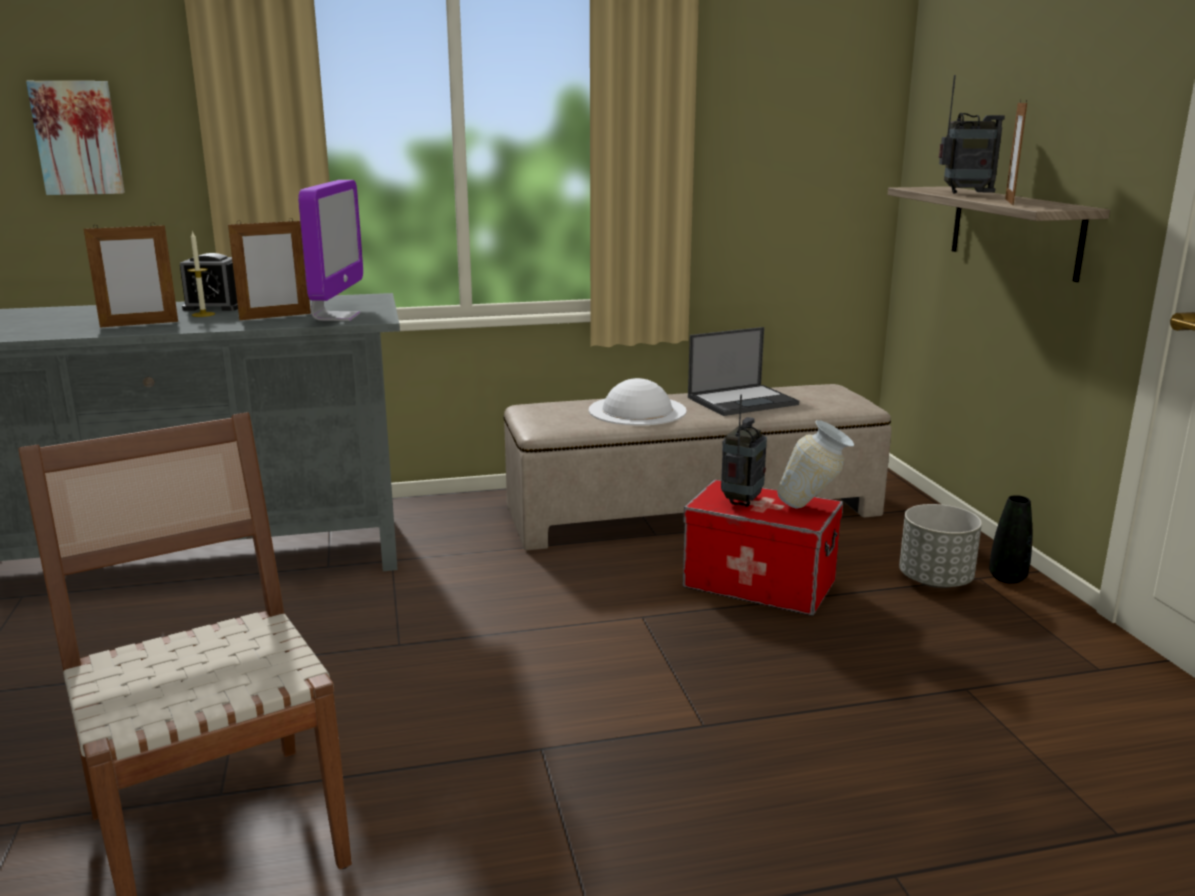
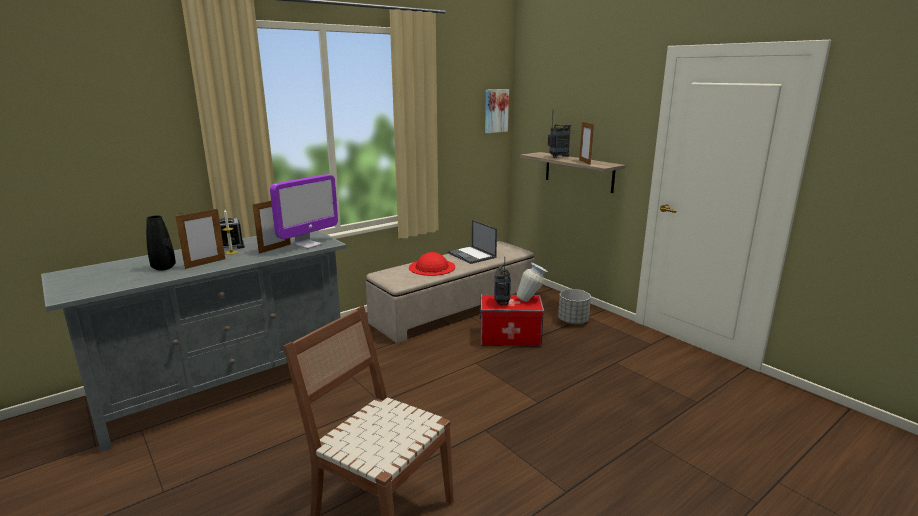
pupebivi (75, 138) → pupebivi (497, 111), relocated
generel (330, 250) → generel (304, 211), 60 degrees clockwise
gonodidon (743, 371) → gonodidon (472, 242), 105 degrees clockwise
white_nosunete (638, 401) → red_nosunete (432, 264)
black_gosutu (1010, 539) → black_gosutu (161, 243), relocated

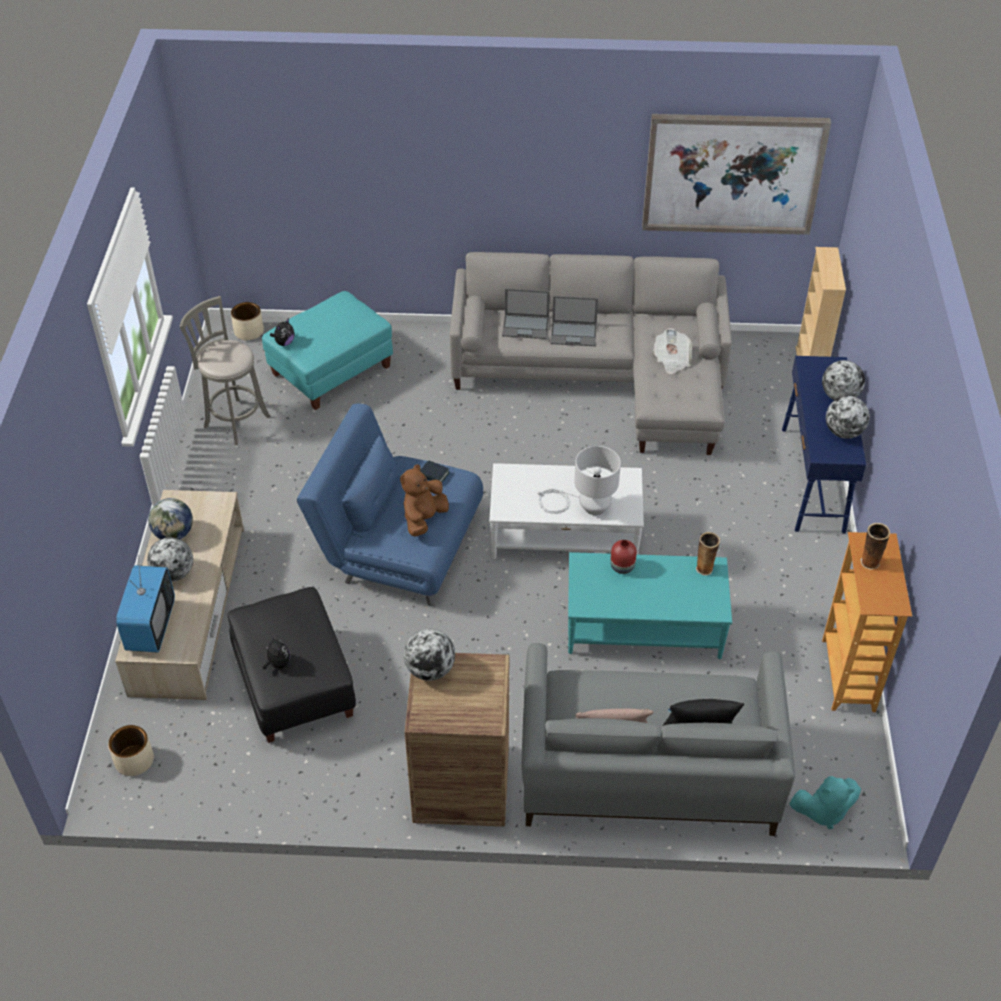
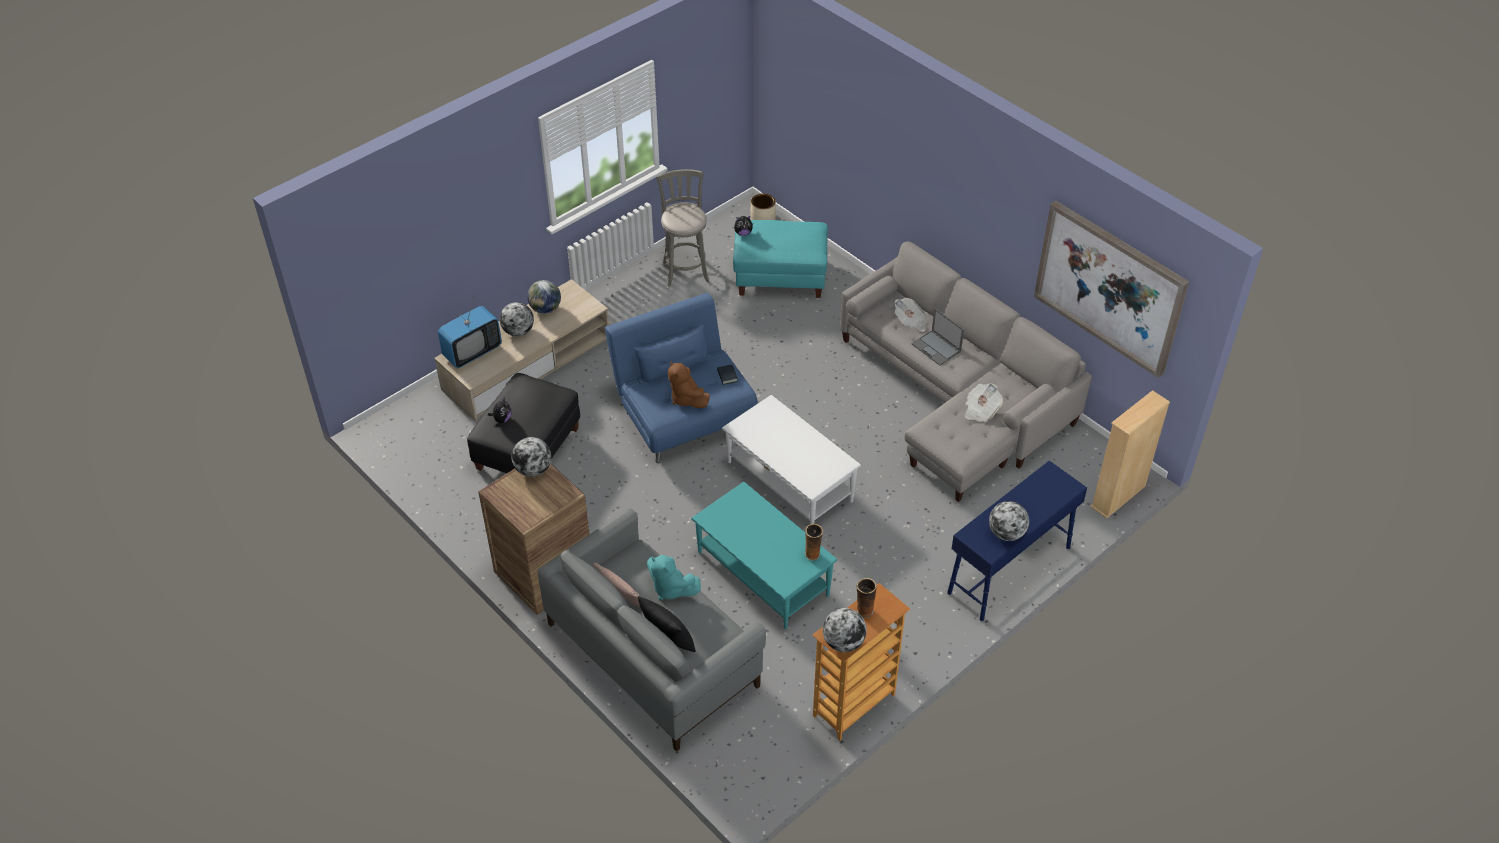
gonodidon (526, 313) → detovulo (911, 315)
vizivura (843, 380) → vizivura (845, 630), relocated
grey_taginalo (579, 480) → -
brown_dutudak (424, 500) → brown_dutudak (689, 384), 105 degrees counterclockwise
red_gosutu (623, 557) → -
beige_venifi (131, 750) → -
turquoise_dutudak (825, 802) → turquoise_dutudak (674, 577), relocated

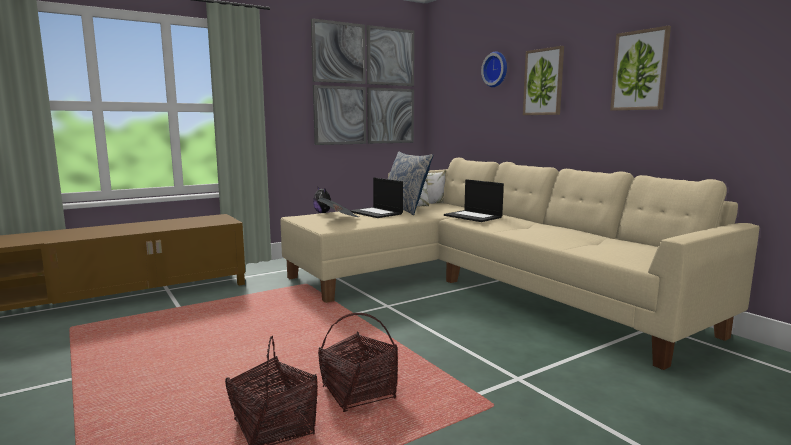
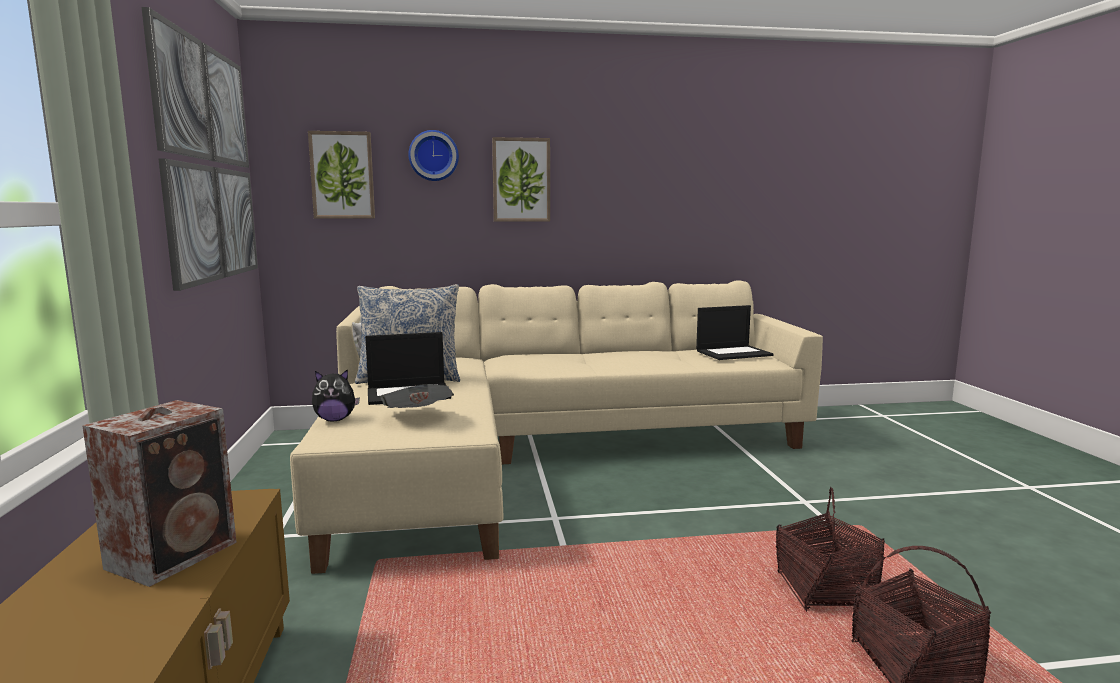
pupebivi (640, 68) → pupebivi (341, 174), relocated
gonodidon (474, 200) → gonodidon (735, 332), relocated
- → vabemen (159, 493)

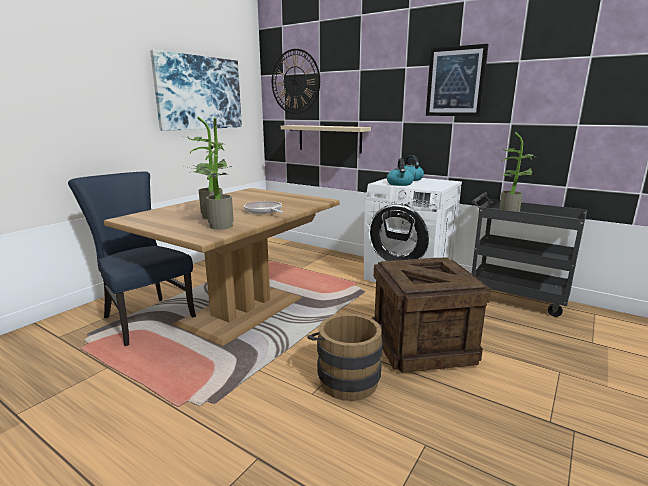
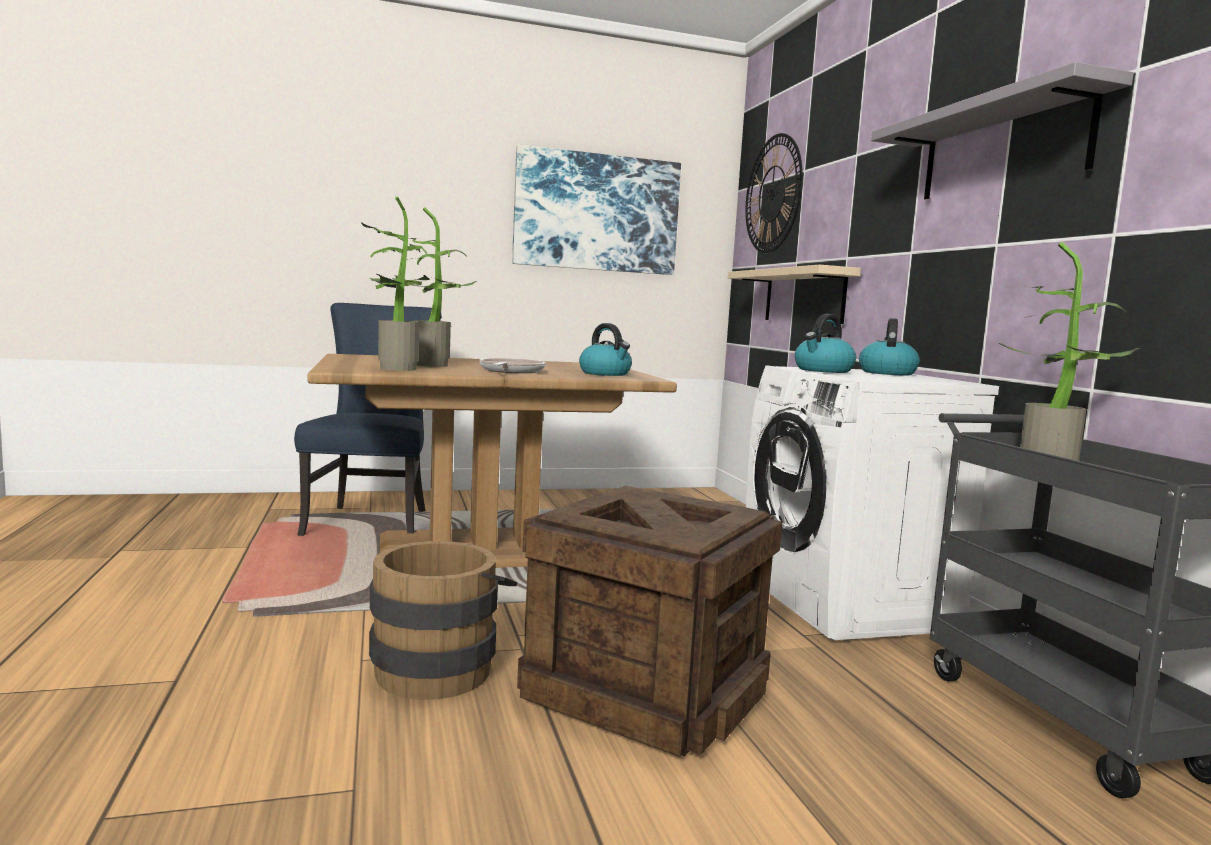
pupebivi (457, 80) → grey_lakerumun (1002, 131)
- → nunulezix (605, 349)

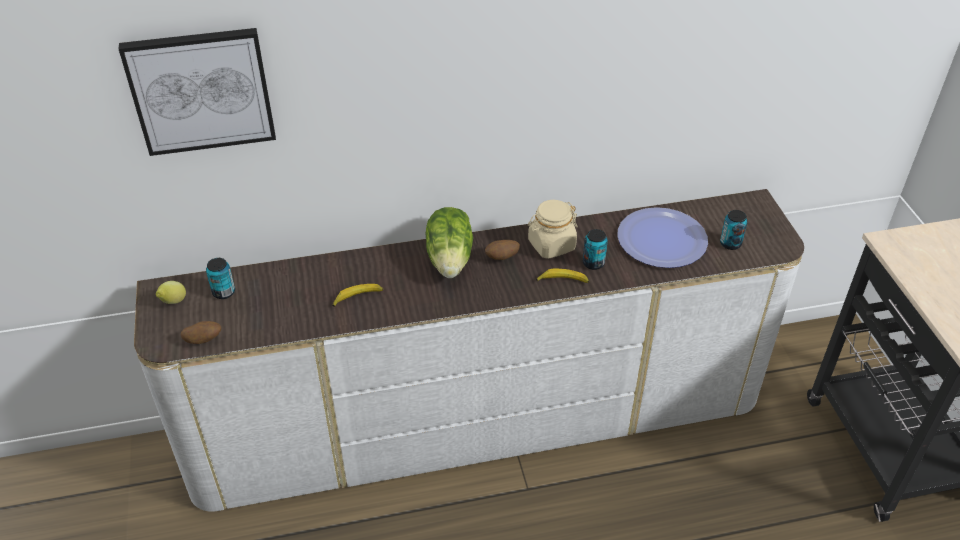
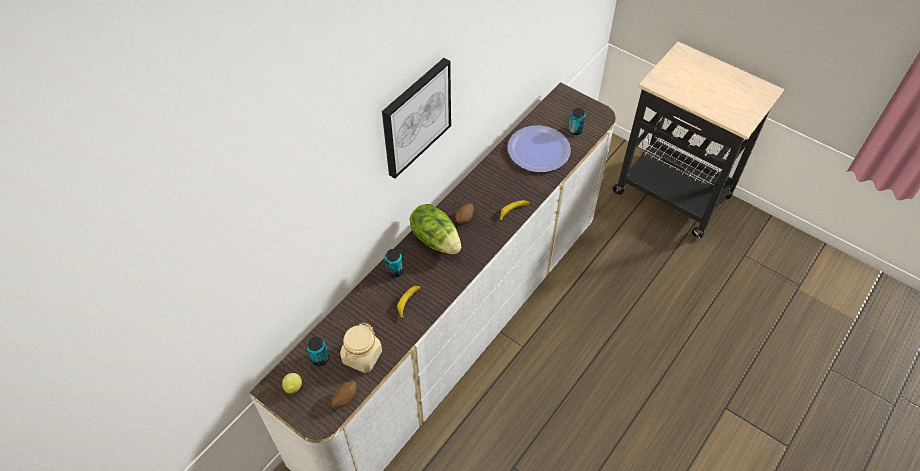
pupebivi (197, 92) → pupebivi (416, 118), relocated
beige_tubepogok (552, 229) → beige_tubepogok (361, 348), relocated
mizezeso (595, 249) → mizezeso (393, 263), relocated

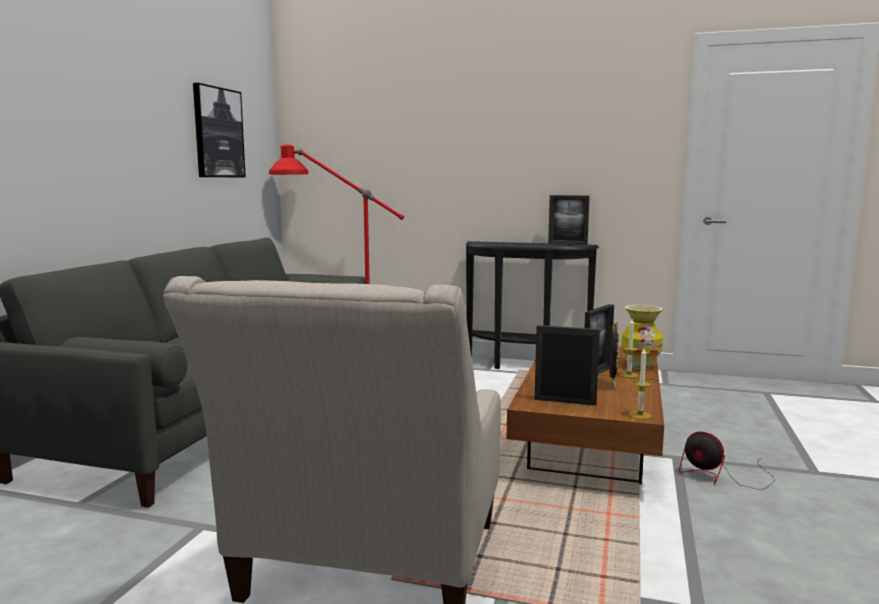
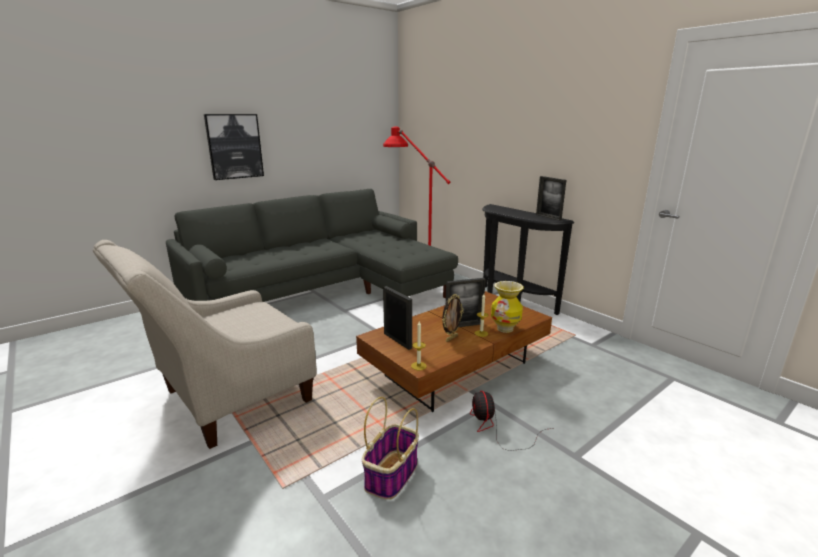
pupebivi (219, 130) → pupebivi (234, 147), relocated
- → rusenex (390, 448)

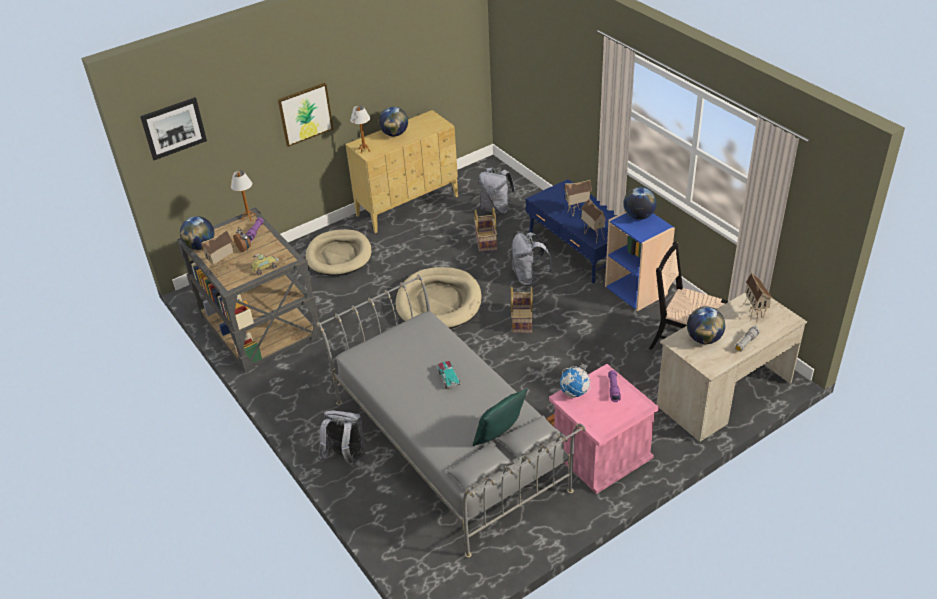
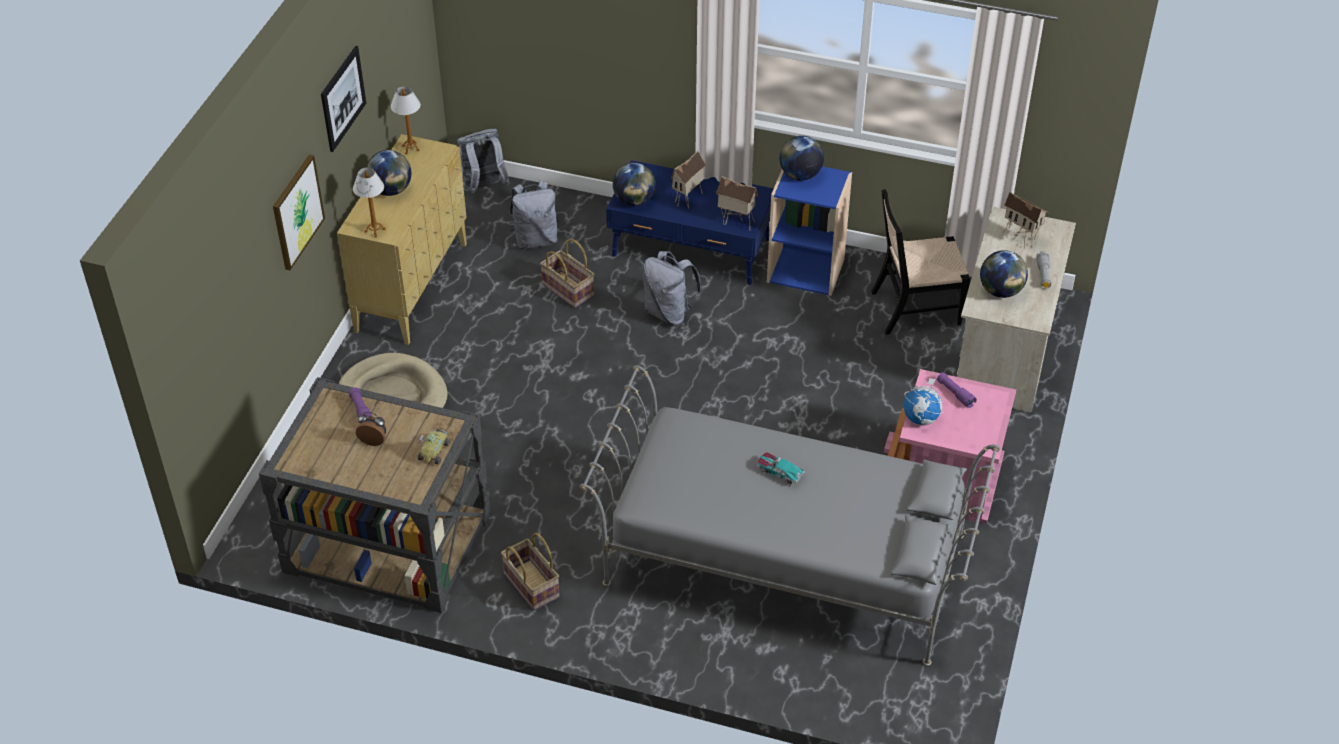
pupebivi (173, 128) → pupebivi (343, 99), relocated
taginalo (243, 196) → taginalo (406, 120), relocated
vizivura (197, 233) → vizivura (634, 184), relocated
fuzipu (219, 252) → -
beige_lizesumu (439, 298) → -
rusenex (522, 310) → rusenex (530, 571), relocated
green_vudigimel (500, 417) → -
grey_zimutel (342, 438) → grey_zimutel (483, 161), relocated

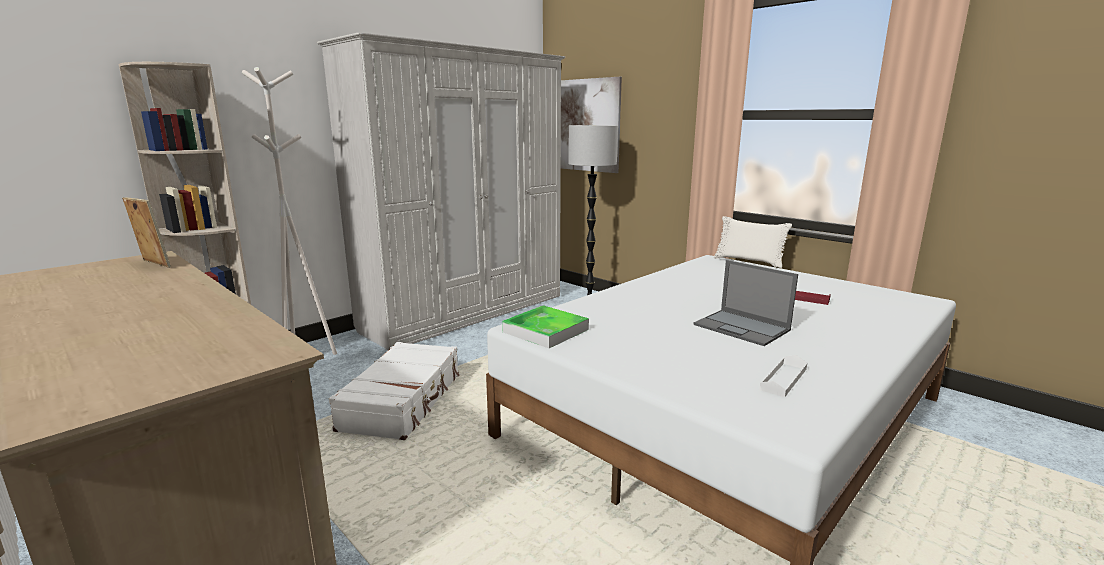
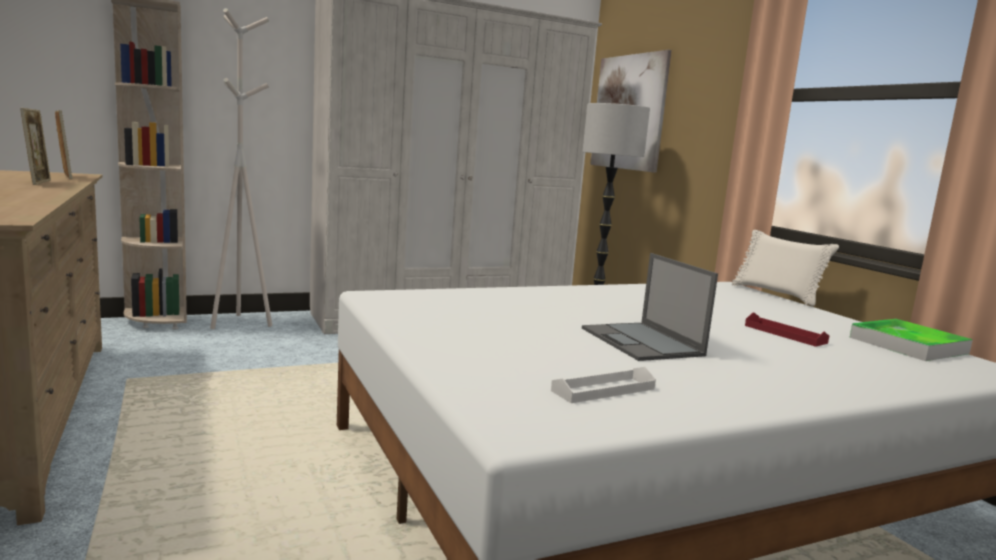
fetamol (545, 326) → fetamol (911, 340), relocated
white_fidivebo (394, 391) → -
- → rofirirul (35, 146)

